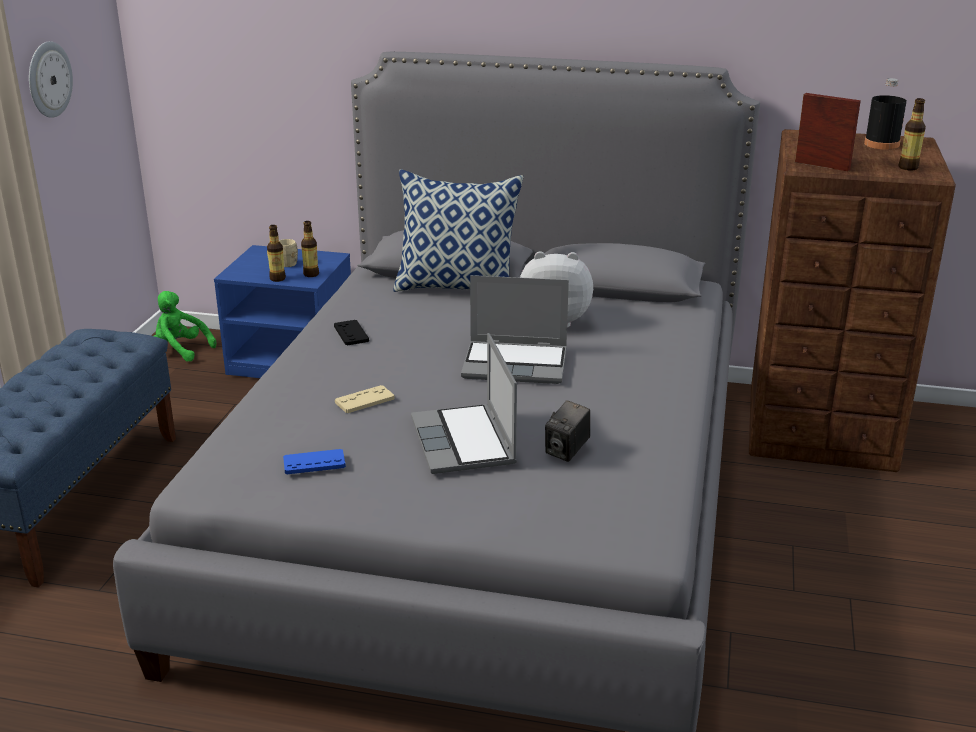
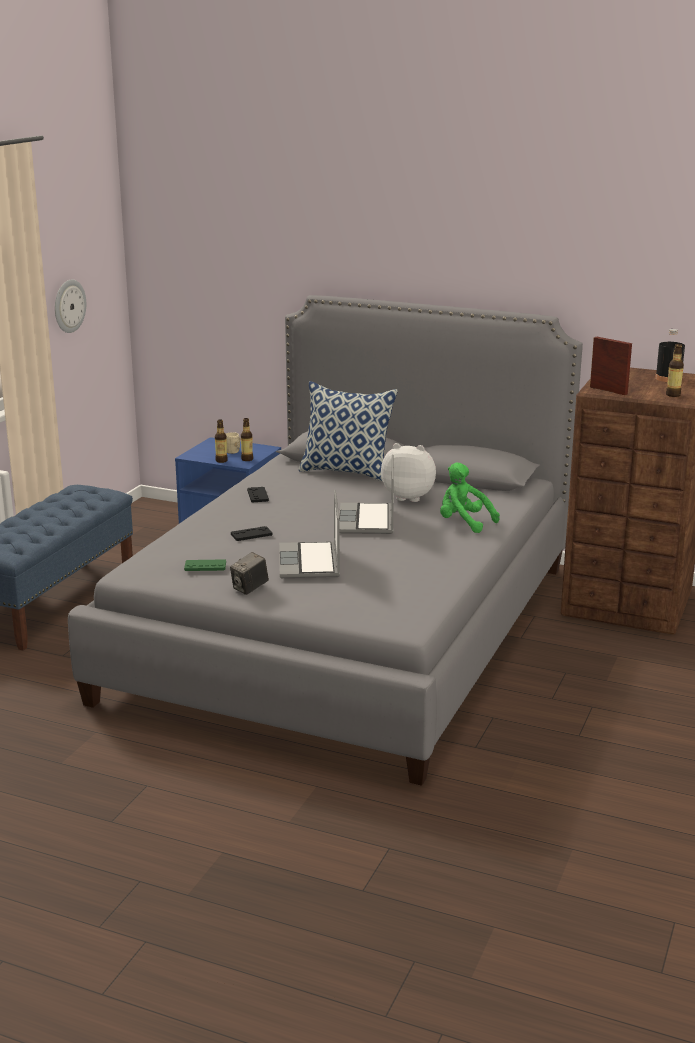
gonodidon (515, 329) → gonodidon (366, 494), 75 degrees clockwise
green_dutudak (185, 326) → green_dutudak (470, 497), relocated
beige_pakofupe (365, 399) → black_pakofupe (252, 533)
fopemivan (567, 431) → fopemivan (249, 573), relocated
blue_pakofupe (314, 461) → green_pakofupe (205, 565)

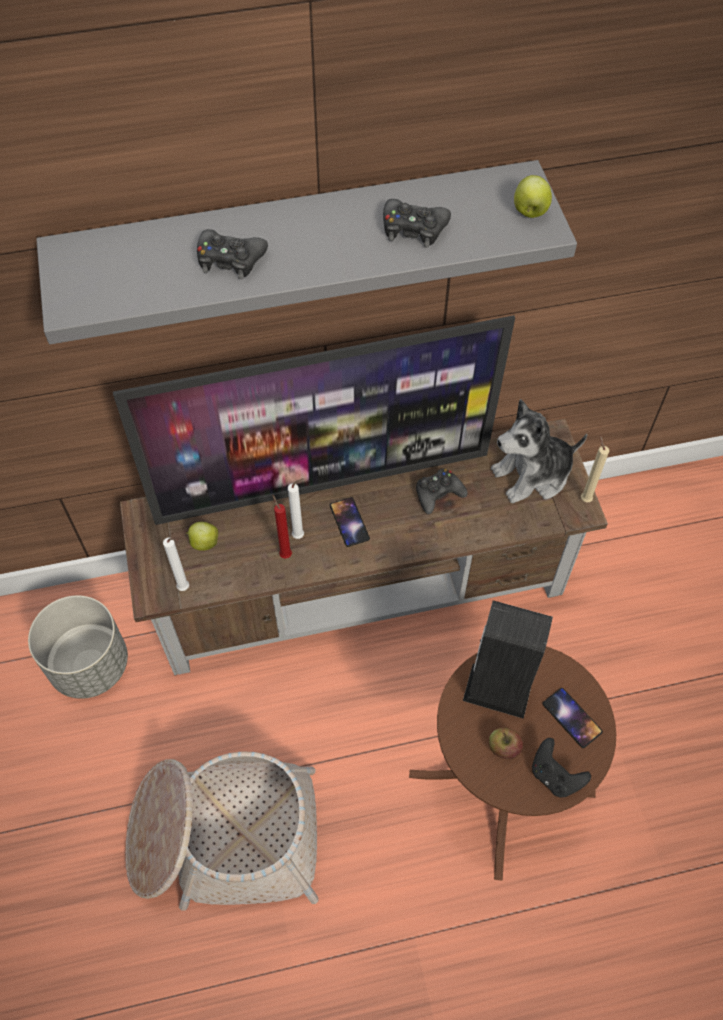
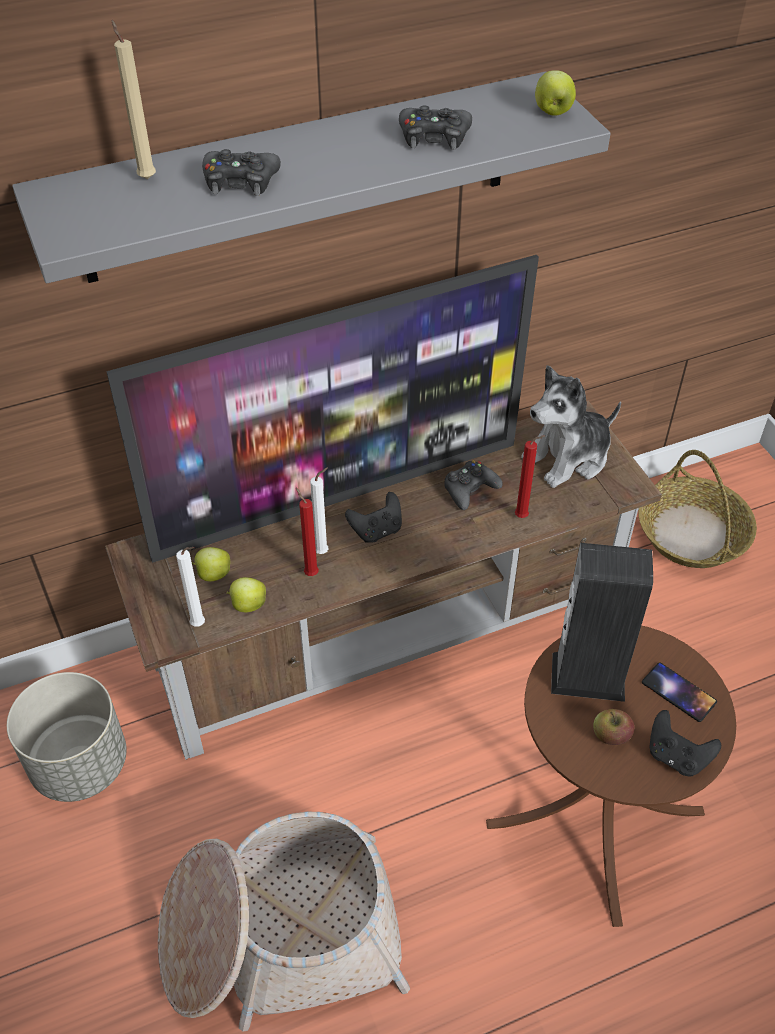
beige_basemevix (595, 468) → beige_basemevix (134, 99), relocated
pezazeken (350, 522) → black_pakofupe (373, 517)
- → red_basemevix (530, 476)
- → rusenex (697, 509)
- → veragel (246, 594)

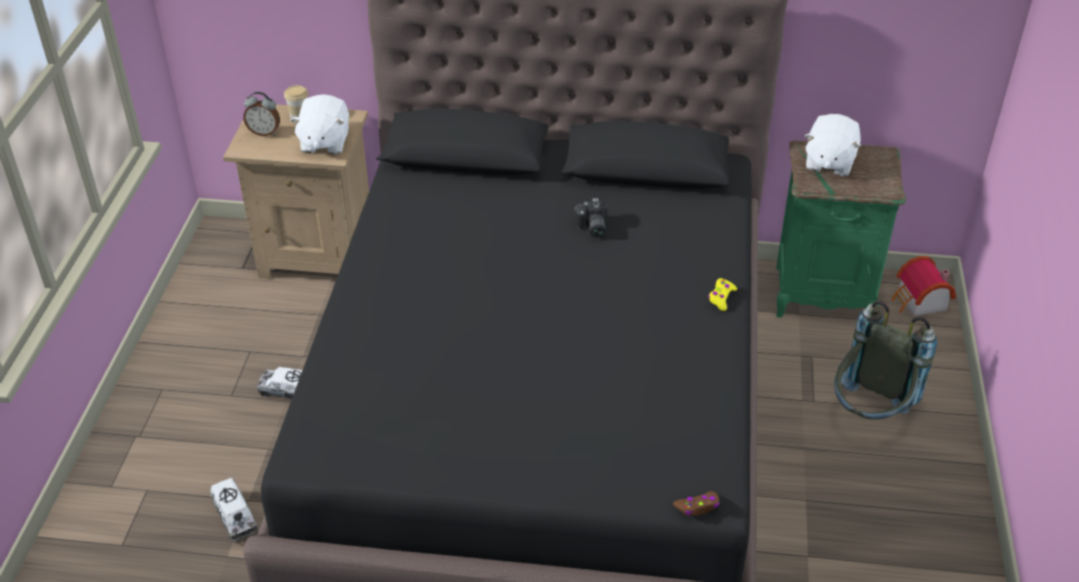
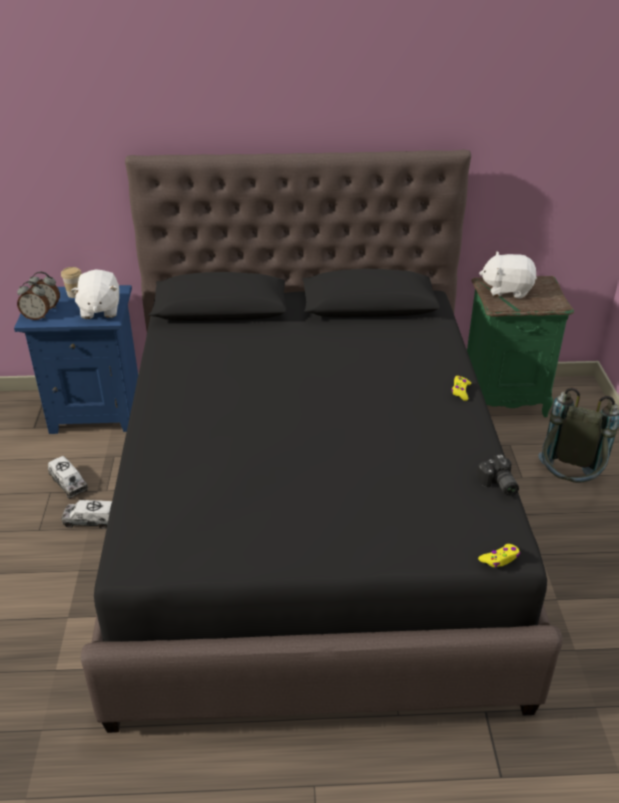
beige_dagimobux (296, 192) → blue_dagimobux (76, 359)
white_dutudak (833, 145) → white_dutudak (508, 275), 90 degrees clockwise
fopemivan (590, 218) → fopemivan (498, 475), relocated
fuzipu (923, 286) → -
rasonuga (234, 510) → rasonuga (68, 477), relocated
brown_pakofupe (696, 503) → yellow_pakofupe (499, 555)
- → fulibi (33, 300)

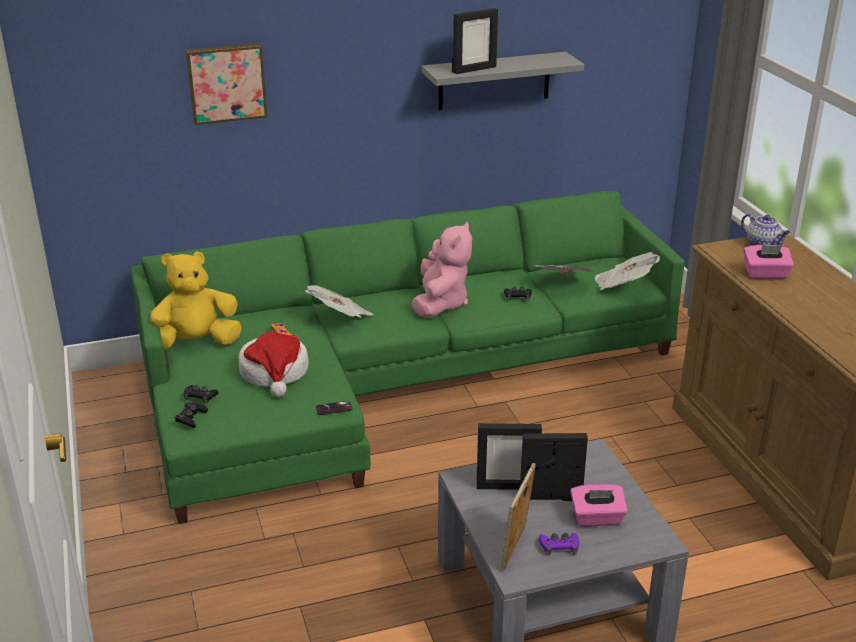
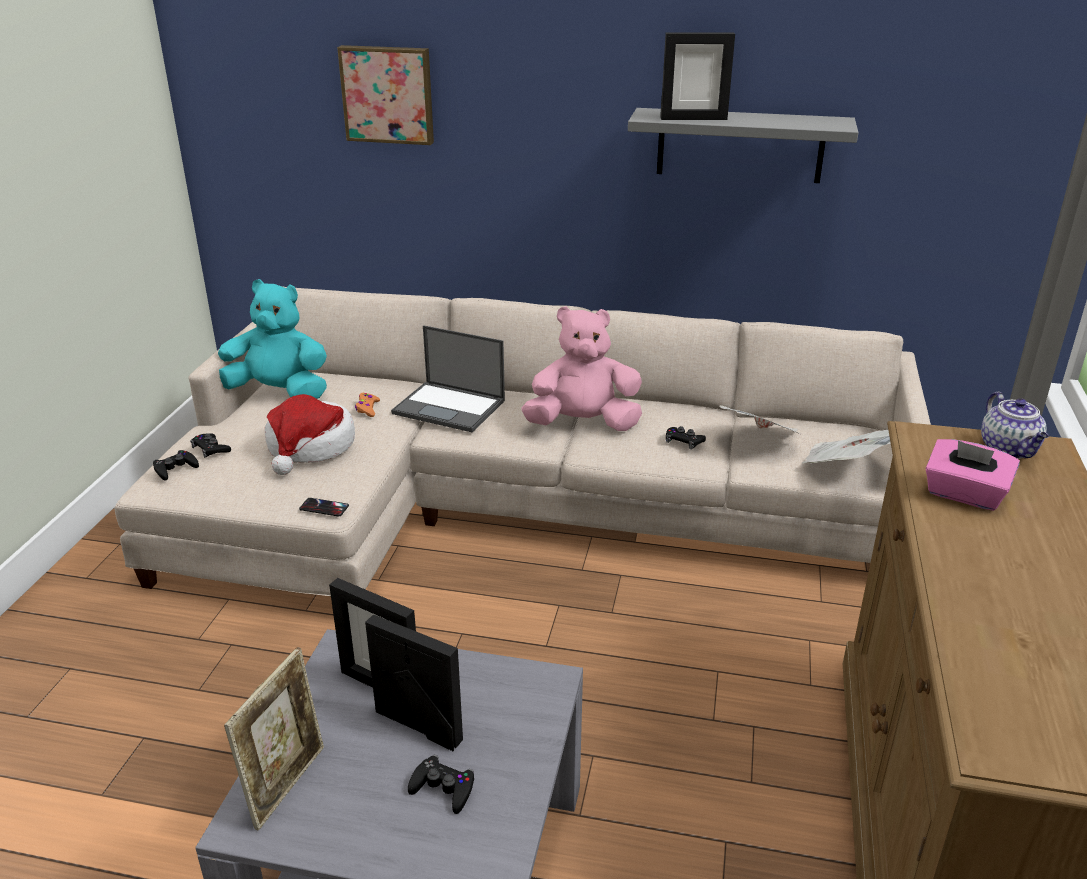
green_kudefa (408, 357) → beige_kudefa (522, 441)
pink_dutudak (442, 270) → pink_dutudak (582, 368), 135 degrees counterclockwise
yellow_dutudak (196, 300) → turquoise_dutudak (272, 339)
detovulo (339, 301) → gonodidon (448, 379)
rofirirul (518, 517) → rofirirul (274, 739), 150 degrees clockwise
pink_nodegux (599, 505) → black_pakofupe (441, 784)
purple_pakofupe (559, 544) → -

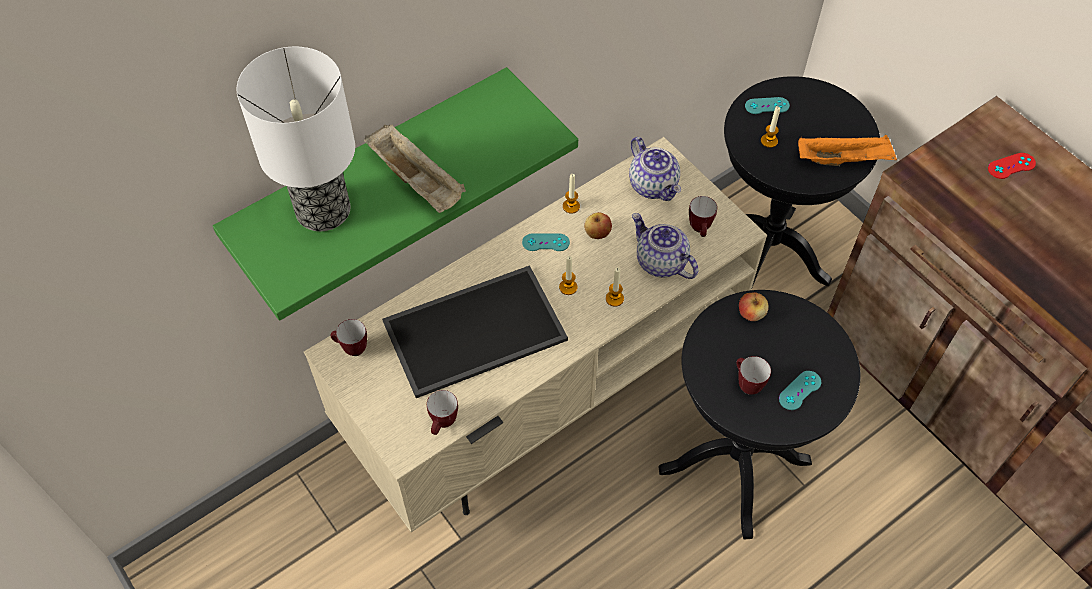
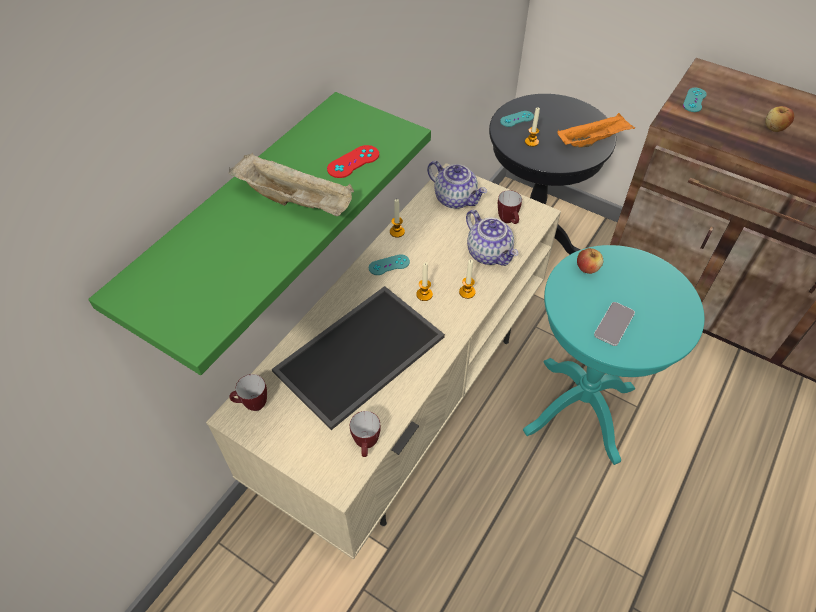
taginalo (296, 139) → -
red_pakofupe (1012, 166) → red_pakofupe (353, 161), relocated
veragel (598, 225) → veragel (779, 119), relocated
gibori (665, 246) → gibori (492, 238), 150 degrees counterclockwise
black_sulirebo (759, 414) → turquoise_sulirebo (613, 355)
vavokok (753, 375) → pezazeken (614, 324)
turquoise_pakofupe (800, 390) → turquoise_pakofupe (695, 100), relocated

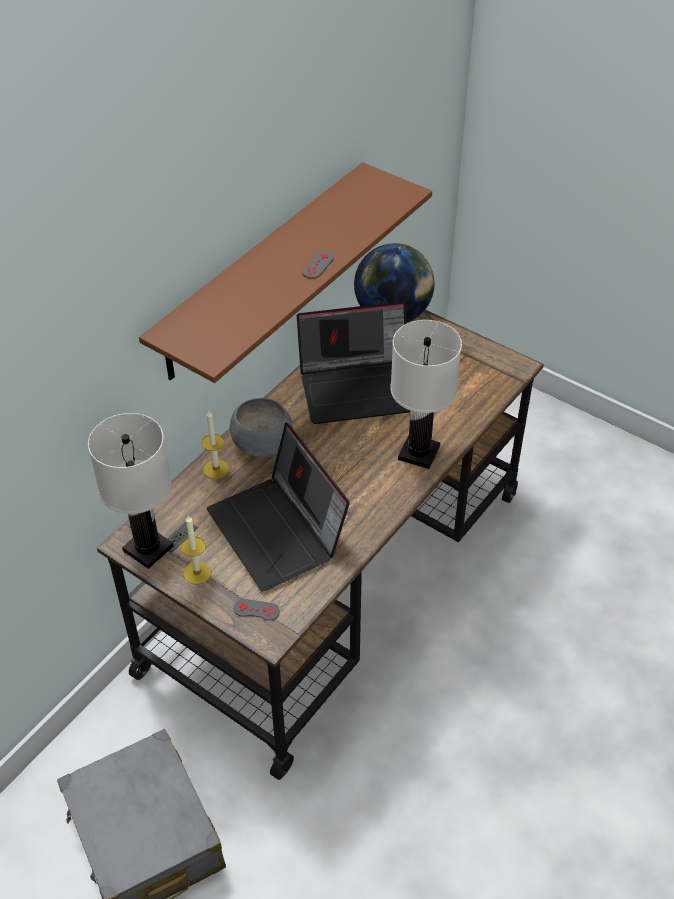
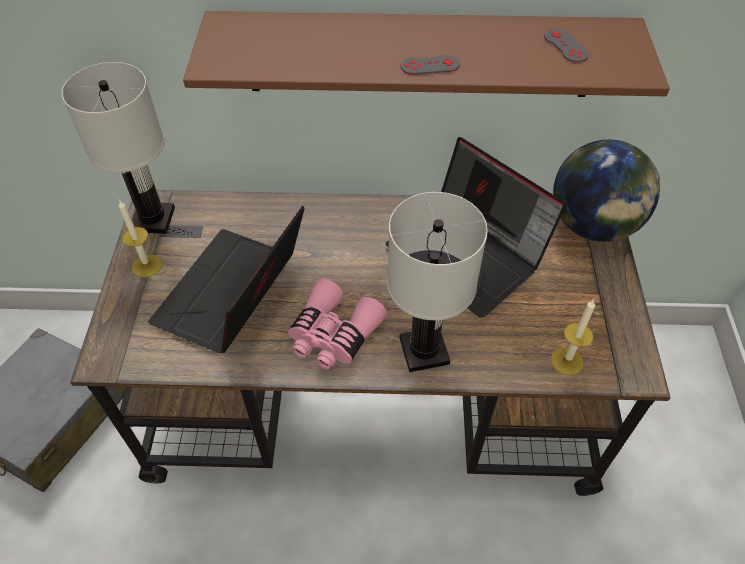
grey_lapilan (261, 427) → -
basemevix (215, 445) → basemevix (573, 337), relocated
grey_pakofupe (257, 610) → grey_pakofupe (566, 45), relocated
- → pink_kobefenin (337, 324)

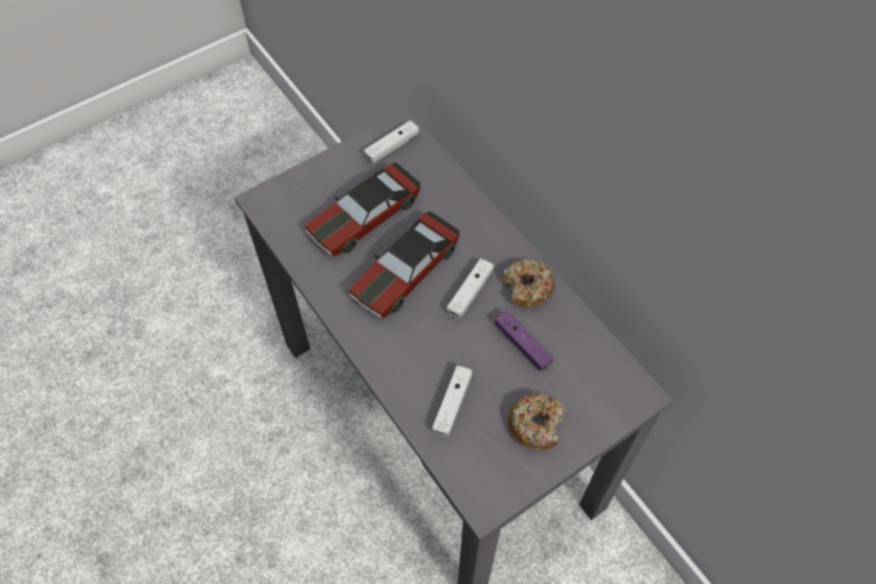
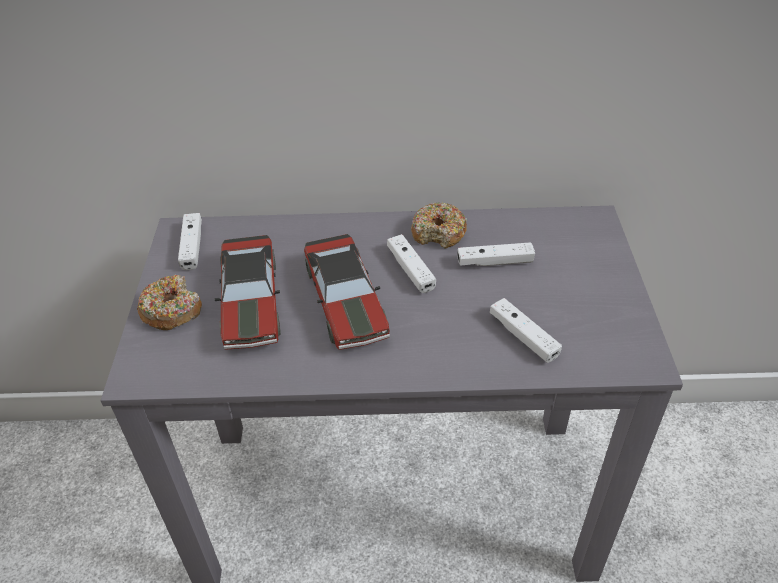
purple_pakofupe (523, 340) → white_pakofupe (496, 254)
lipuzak (537, 421) → lipuzak (169, 302), relocated

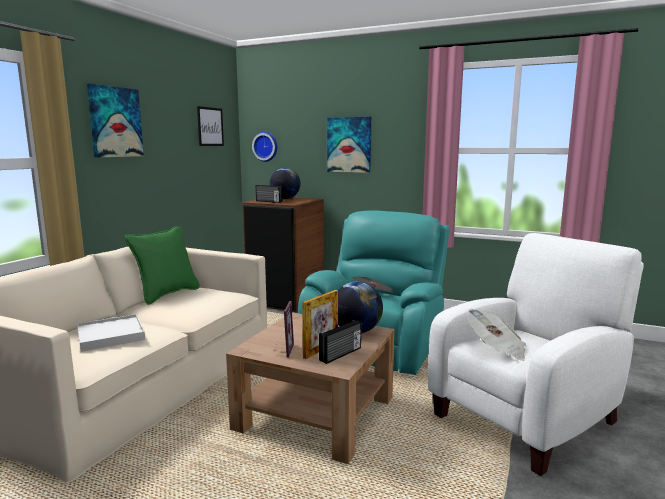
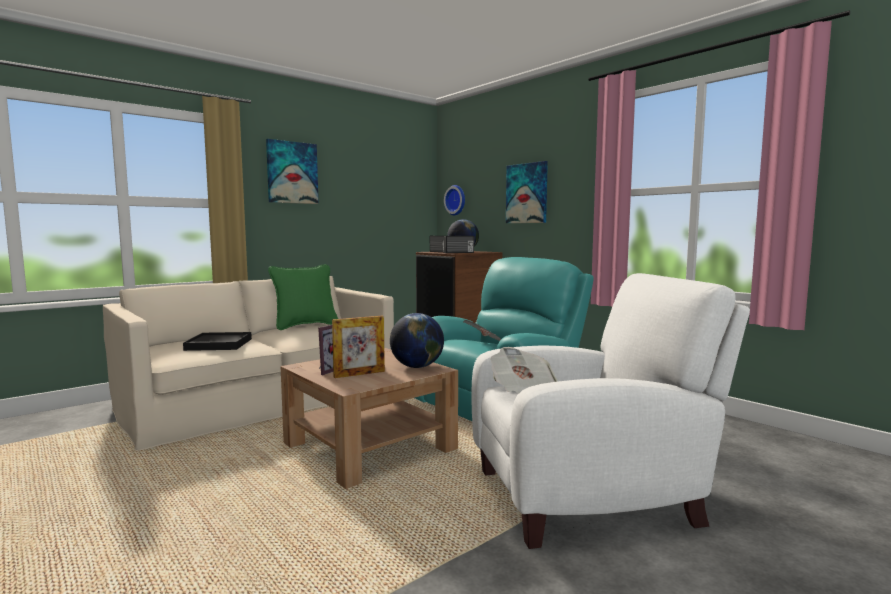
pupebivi (210, 126) → -
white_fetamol (111, 333) → black_fetamol (217, 341)
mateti (340, 342) → mateti (459, 244), relocated

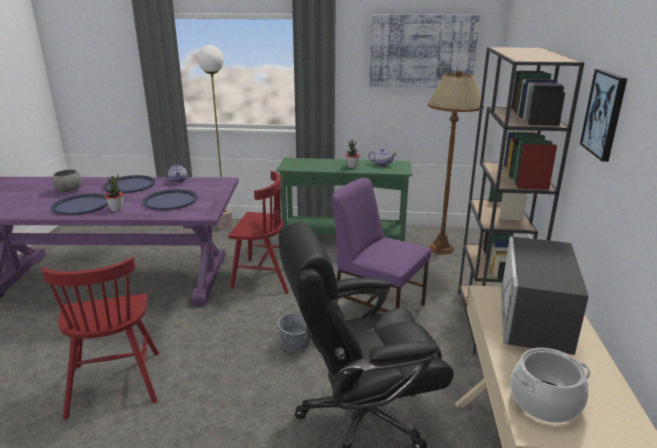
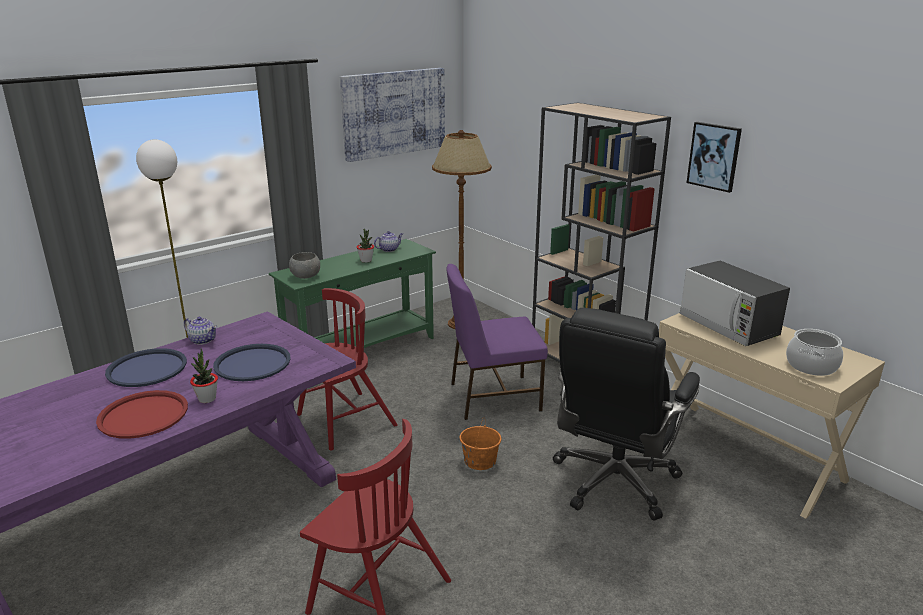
grey_lapilan (67, 180) → grey_lapilan (304, 265), relocated
blue_fetamol (79, 204) → red_fetamol (142, 414)
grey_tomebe (294, 330) → orange_tomebe (480, 443)

